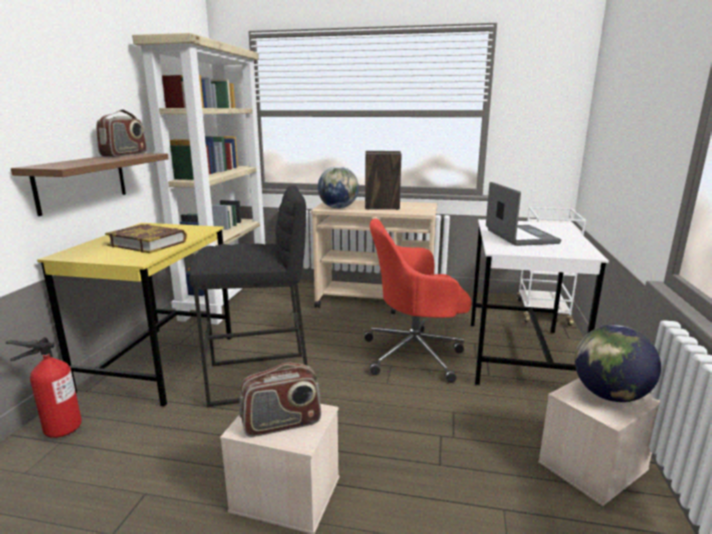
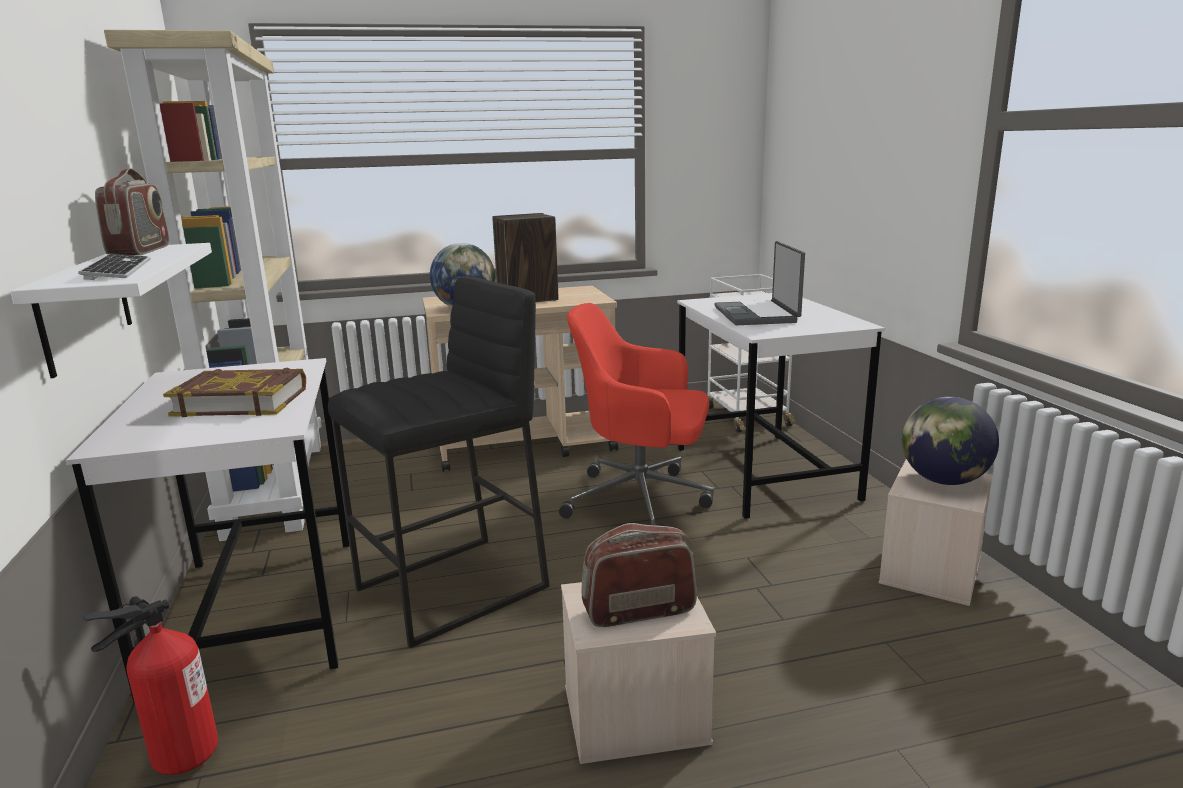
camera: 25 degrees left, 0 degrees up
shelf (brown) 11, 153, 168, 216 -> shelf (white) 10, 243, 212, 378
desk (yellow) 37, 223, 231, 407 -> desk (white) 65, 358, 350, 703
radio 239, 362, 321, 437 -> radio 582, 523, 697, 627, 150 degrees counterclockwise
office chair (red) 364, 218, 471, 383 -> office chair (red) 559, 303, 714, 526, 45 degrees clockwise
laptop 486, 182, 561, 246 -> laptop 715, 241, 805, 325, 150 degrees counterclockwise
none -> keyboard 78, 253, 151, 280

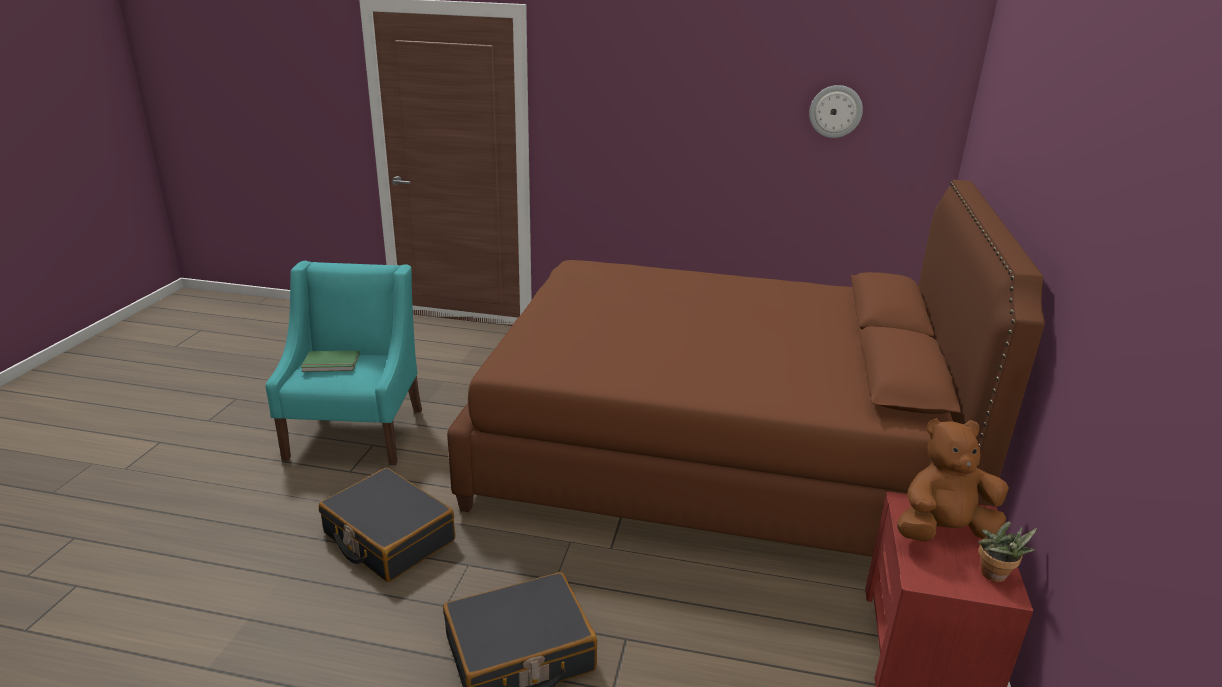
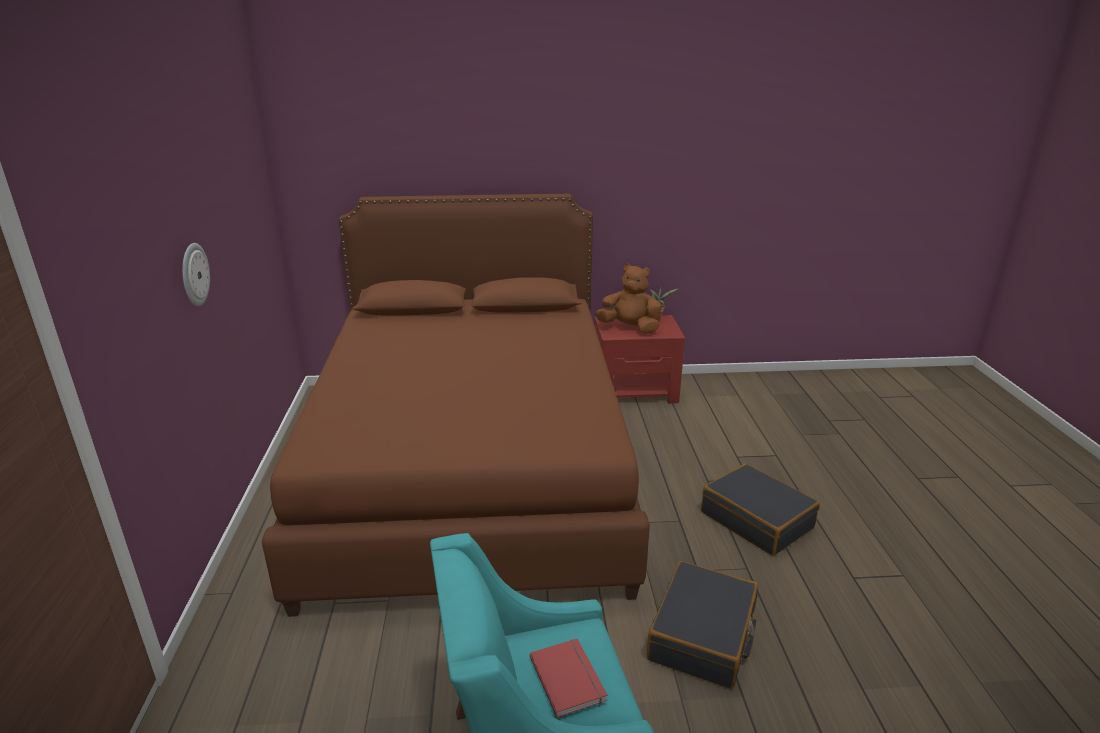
camera: 105 degrees left, 0 degrees up
book (green) 301, 351, 360, 372 -> book (red) 530, 639, 608, 718
wall clock 809, 85, 863, 138 -> wall clock 182, 243, 210, 306, move
plush toy (brown) 897, 418, 1009, 542 -> plush toy (brown) 595, 263, 662, 334, 135 degrees clockwise

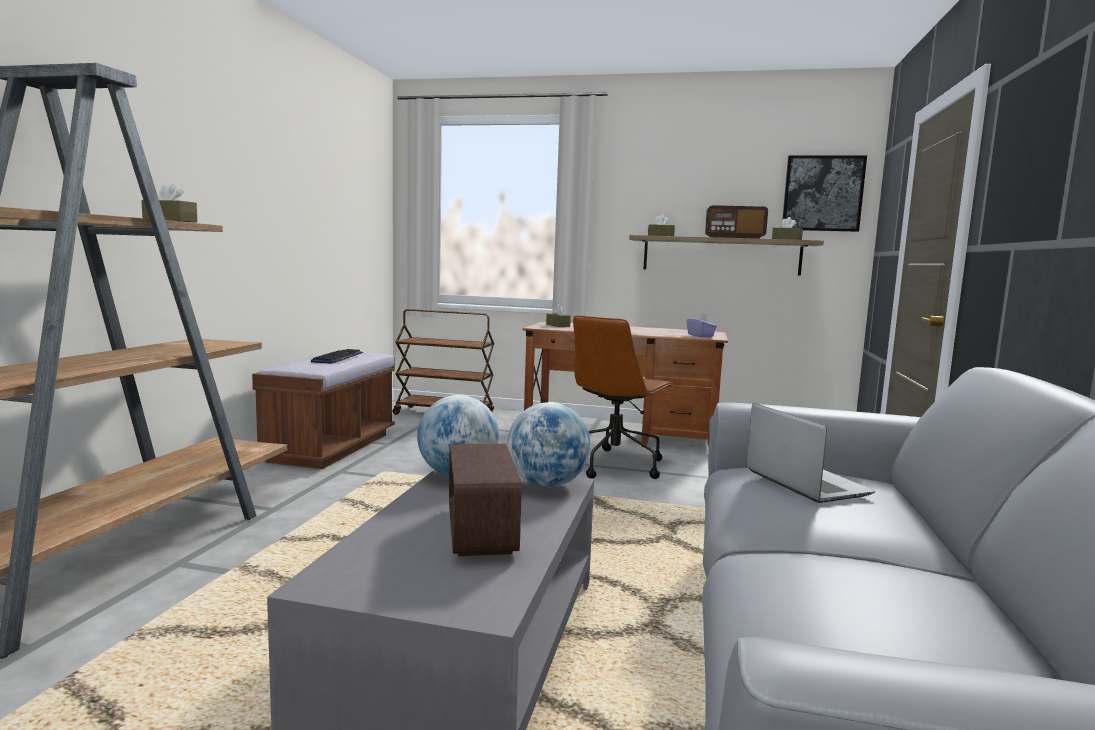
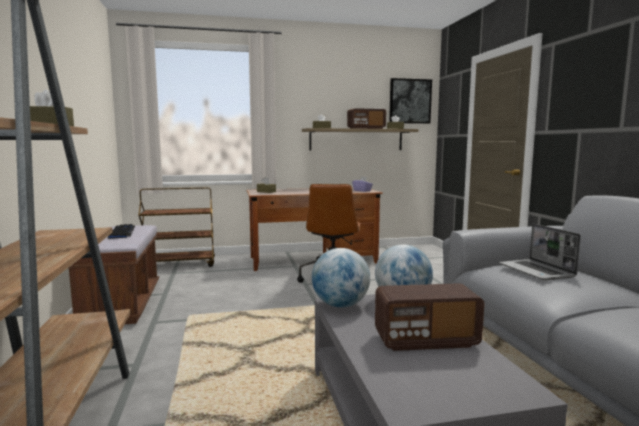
camera: 25 degrees left, 0 degrees up
radio 449, 444, 522, 556 -> radio 375, 283, 484, 351, 60 degrees counterclockwise
laptop 747, 403, 875, 503 -> laptop 499, 224, 581, 280, 150 degrees counterclockwise

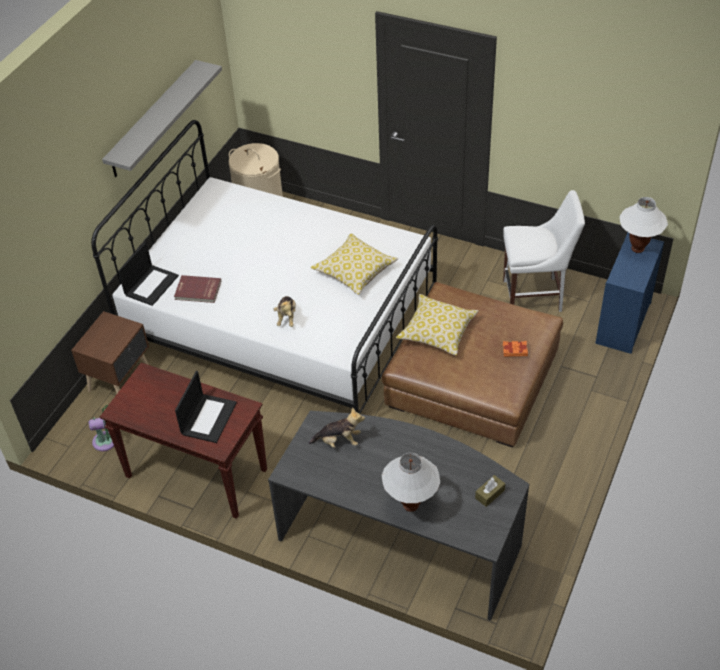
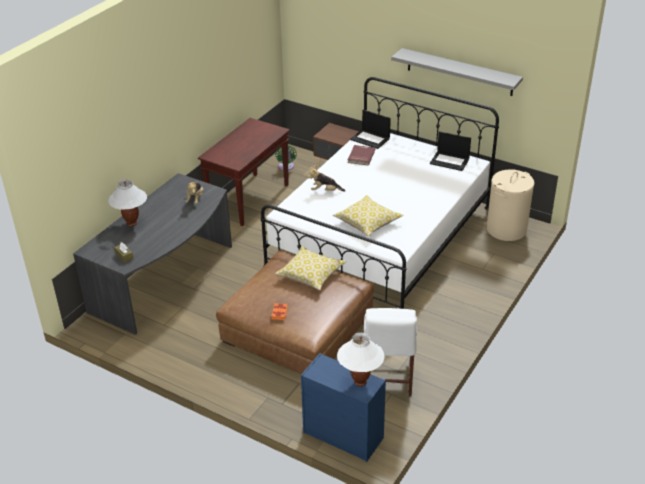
camera: 95 degrees right, 10 degrees down
laptop 175, 371, 237, 443 -> laptop 430, 131, 471, 171, move

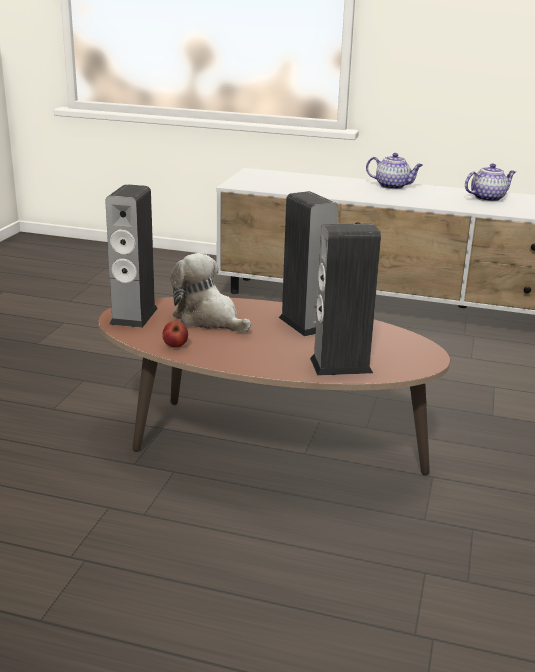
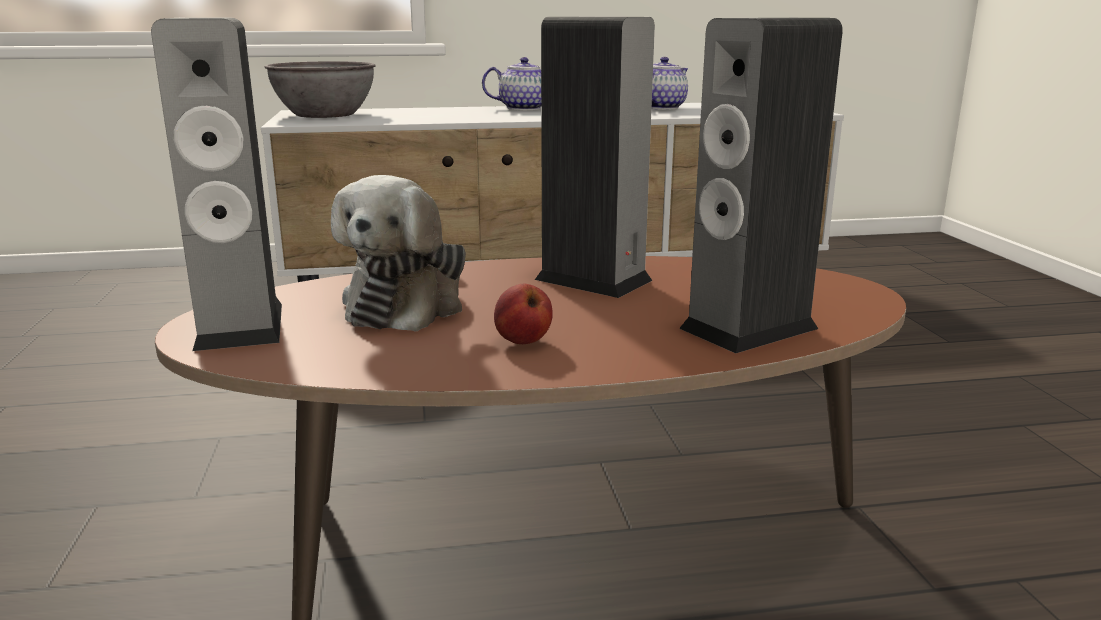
camera: 25 degrees left, 5 degrees down
apple 162, 321, 188, 348 -> apple 494, 284, 553, 344, move
plush toy 170, 253, 251, 333 -> plush toy 331, 175, 466, 332, 90 degrees counterclockwise
none -> bowl (grey) 265, 61, 376, 118

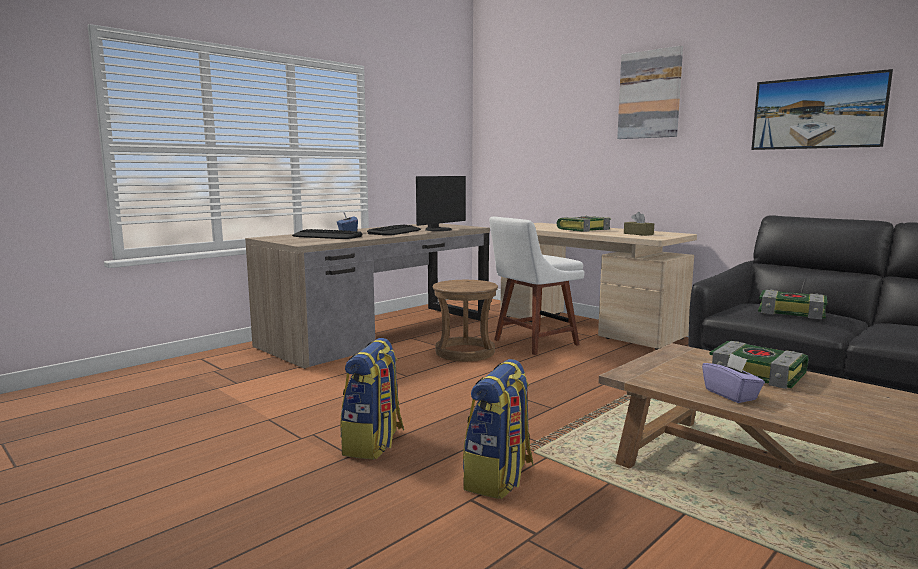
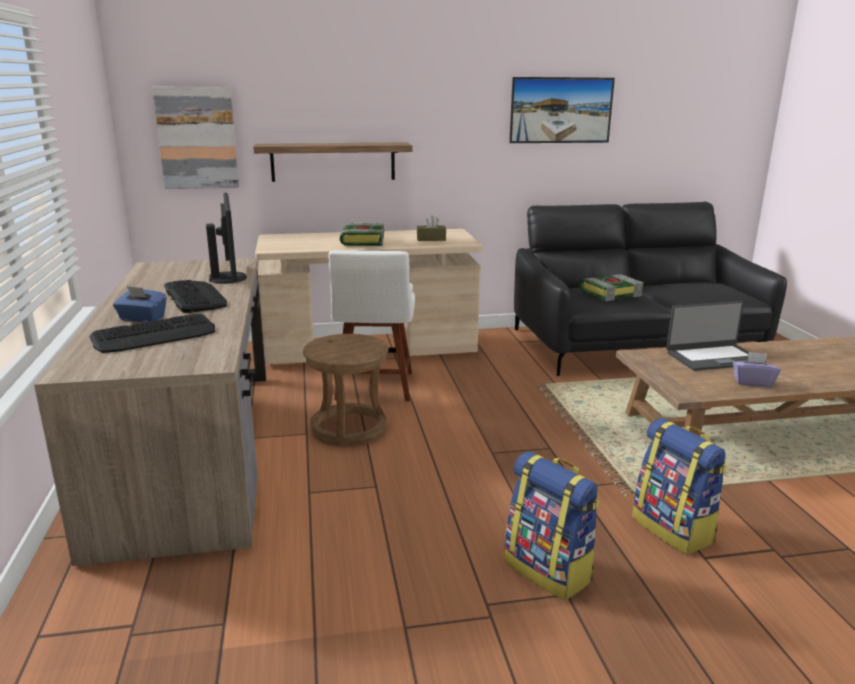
camera: 55 degrees left, 10 degrees up
picture 617, 46, 683, 139 -> picture 152, 87, 239, 189, move
book 709, 341, 808, 389 -> laptop 666, 301, 766, 371
none -> shelf 253, 143, 413, 182

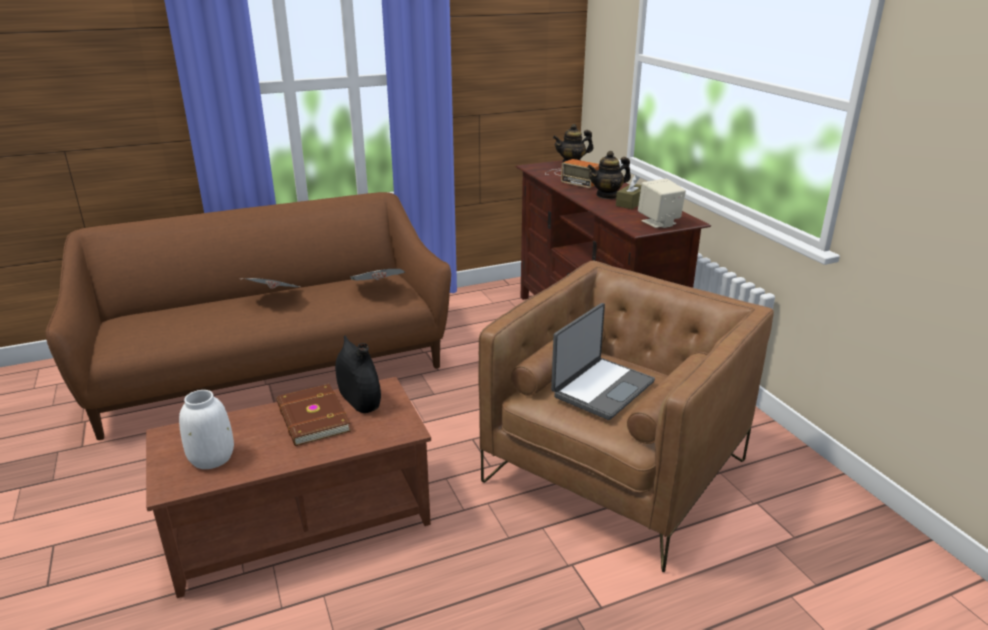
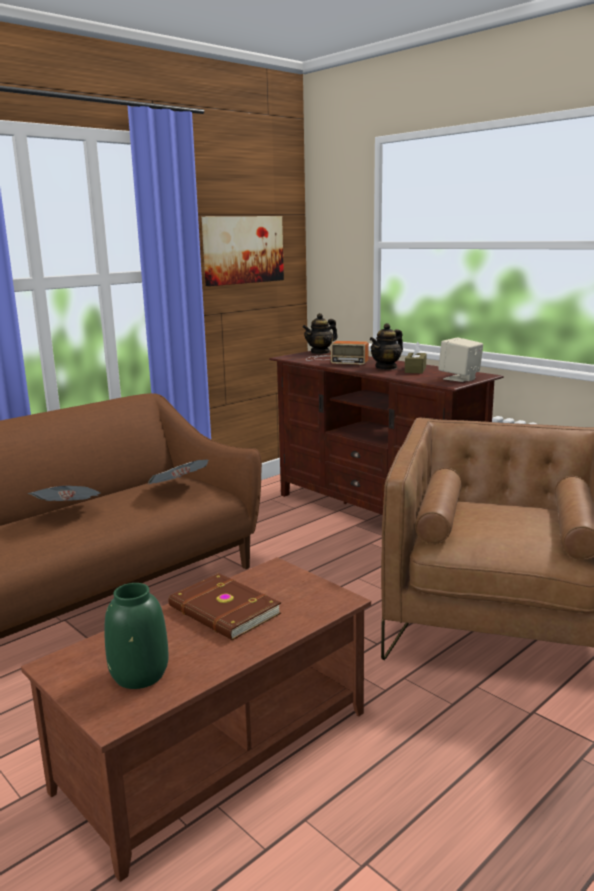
camera: 20 degrees left, 10 degrees down
vase (white) 179, 390, 234, 469 -> vase (green) 104, 583, 169, 689
vase (black) 335, 336, 381, 413 -> none
laptop 551, 303, 655, 420 -> none
none -> picture 202, 216, 284, 286

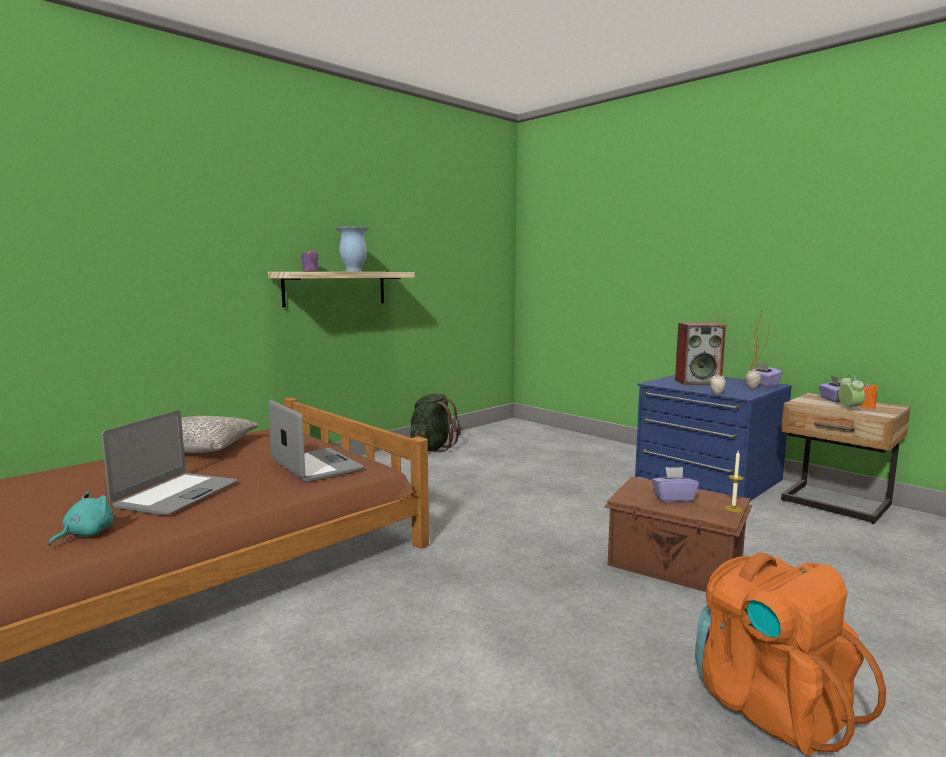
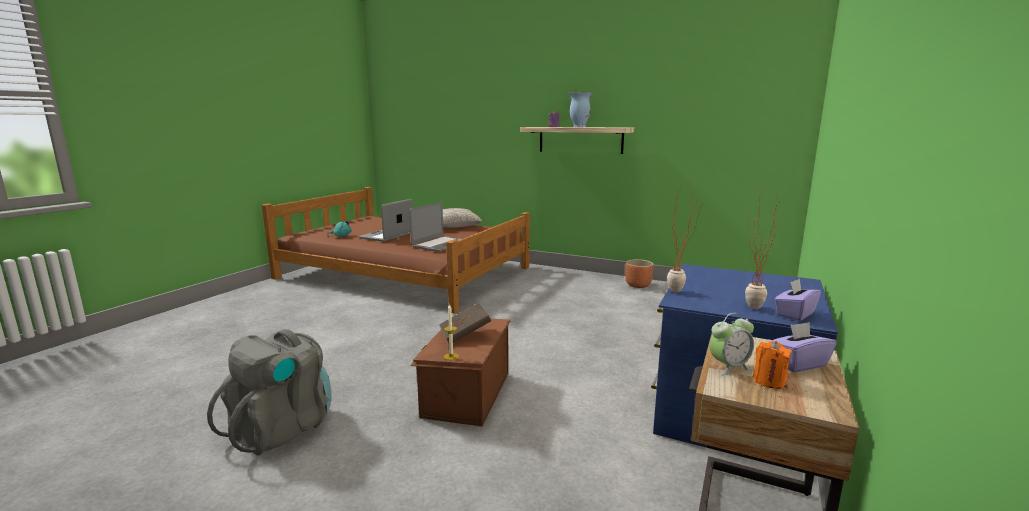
camera: 70 degrees right, 5 degrees up
laptop 102, 410, 238, 515 -> laptop 358, 199, 413, 242, 120 degrees clockwise
backpack (green) 410, 394, 461, 452 -> planter (brown) 625, 259, 654, 288
tissue box (purple) 652, 467, 699, 502 -> book (brown) 439, 303, 491, 343
speaker 675, 323, 726, 385 -> none
backpack (orange) 695, 553, 886, 756 -> backpack (grey) 207, 329, 332, 456

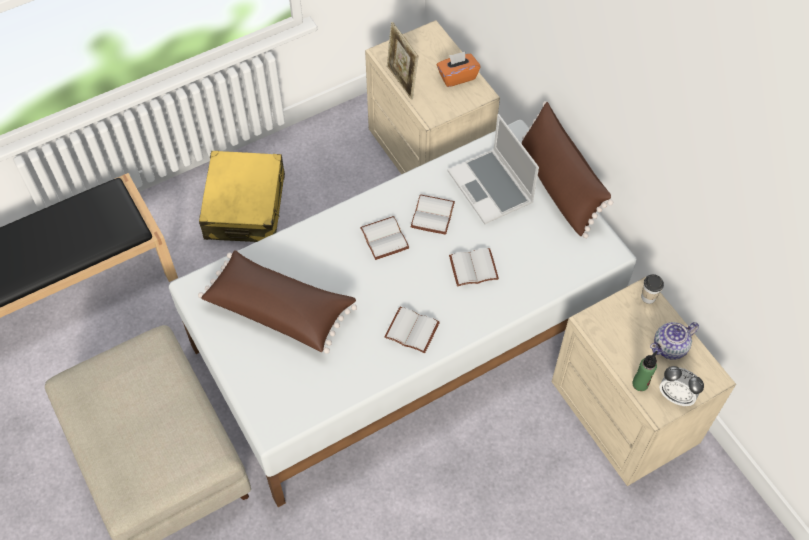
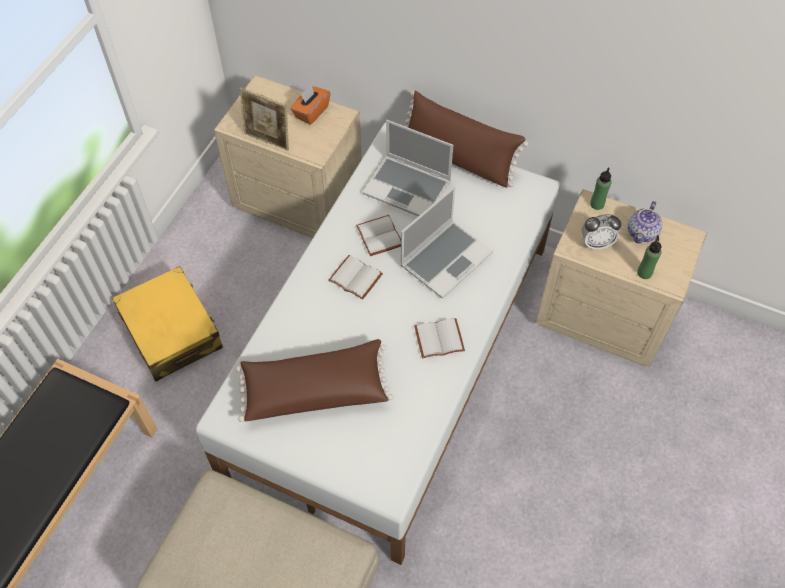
camera: 35 degrees left, 0 degrees up
book (white) 449, 248, 499, 286 -> laptop 400, 186, 493, 299
cup 641, 274, 664, 304 -> bottle (green) 590, 168, 611, 210
alarm clock 659, 366, 704, 406 -> alarm clock 582, 215, 621, 249, move

